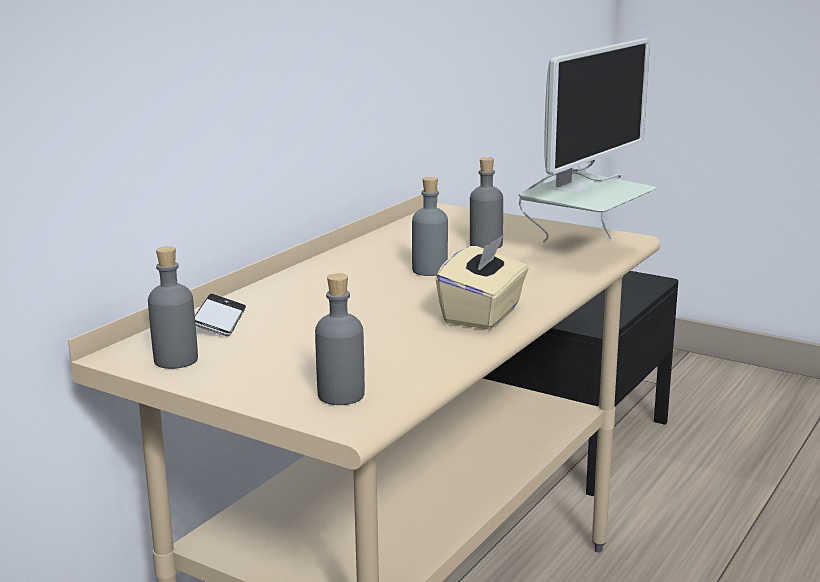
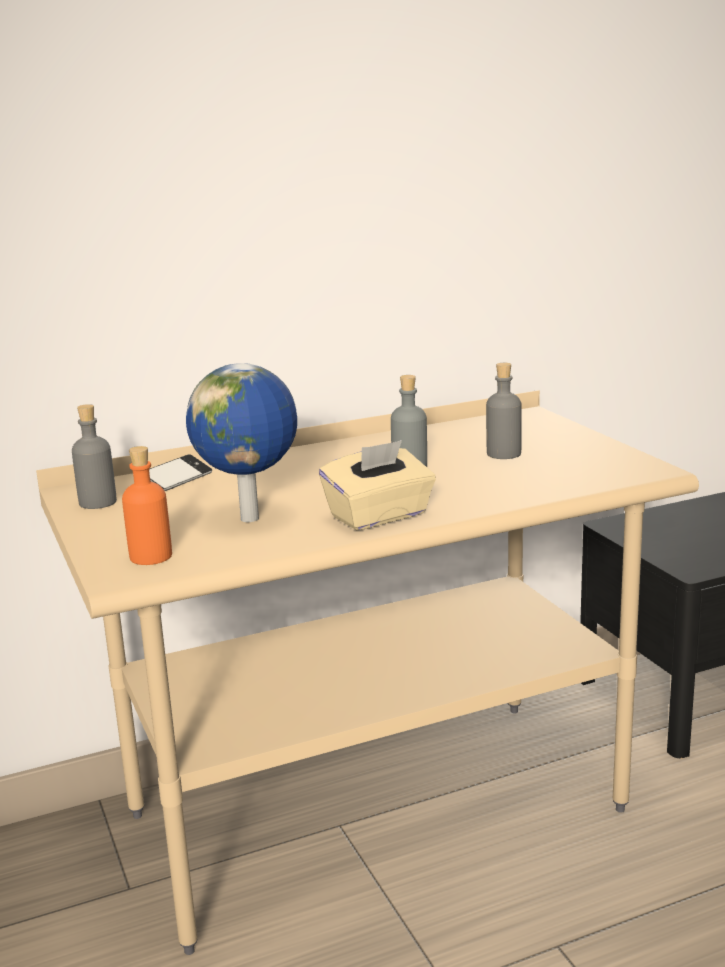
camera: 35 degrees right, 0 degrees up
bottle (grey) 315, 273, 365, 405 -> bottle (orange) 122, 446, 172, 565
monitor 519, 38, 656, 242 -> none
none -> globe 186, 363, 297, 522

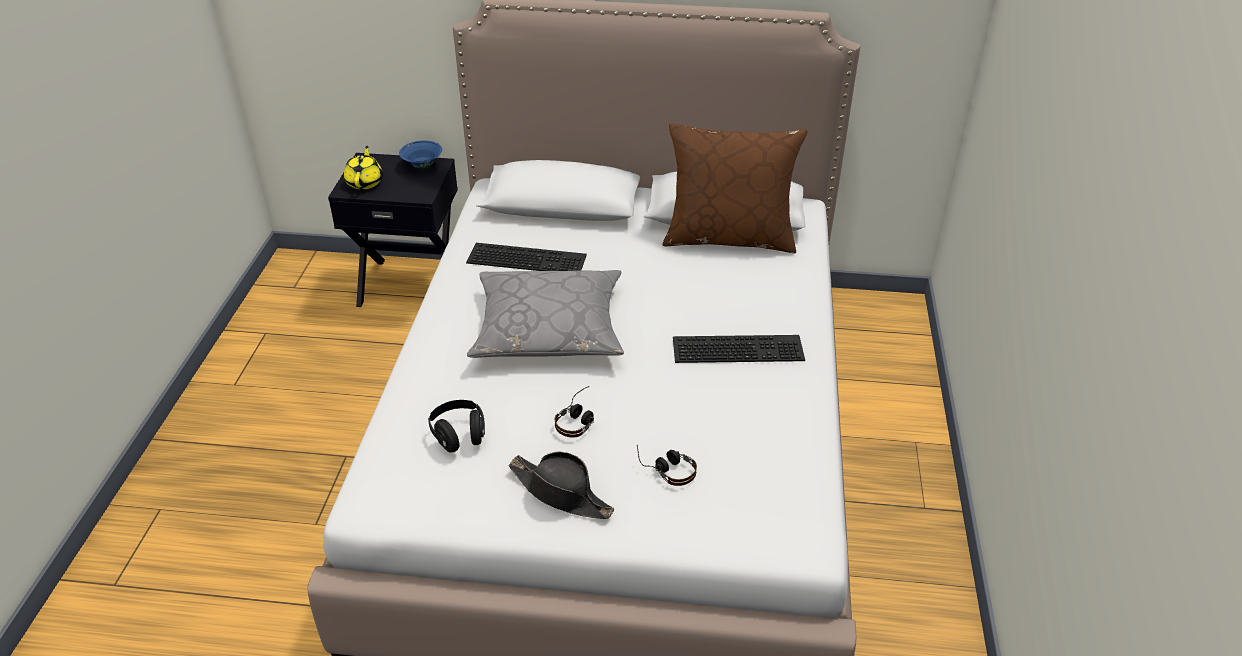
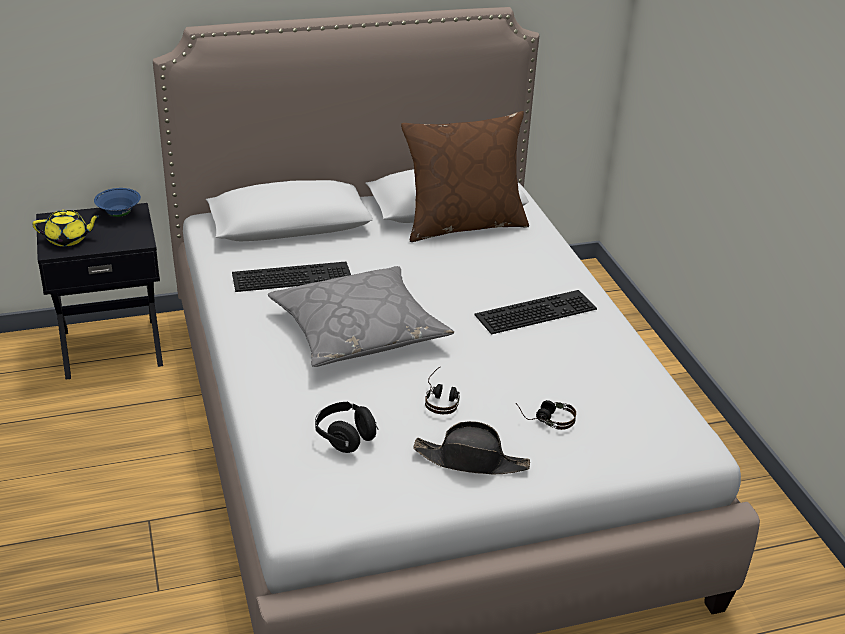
camera: 25 degrees left, 5 degrees down
teapot (yellow) 344, 146, 383, 190 -> teapot (yellow) 32, 210, 100, 246, 105 degrees clockwise

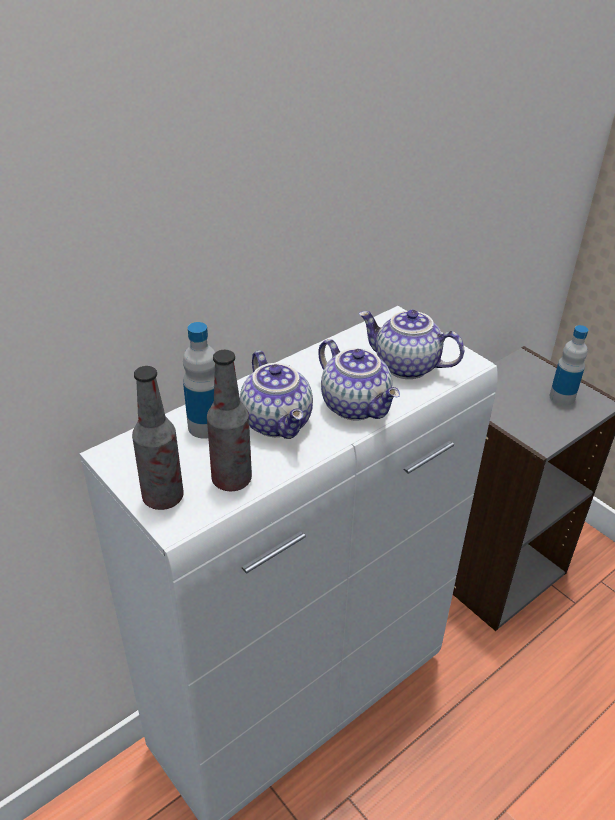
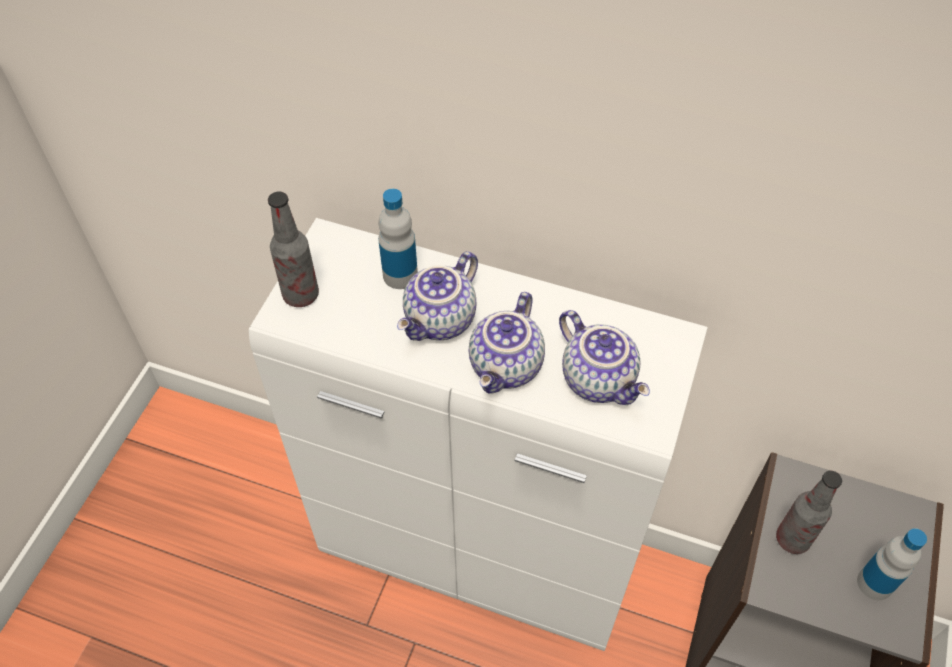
camera: 60 degrees right, 15 degrees up
bottle 207, 350, 252, 491 -> bottle 776, 471, 842, 554, move
teapot 359, 310, 464, 379 -> teapot 559, 310, 650, 405, 150 degrees clockwise

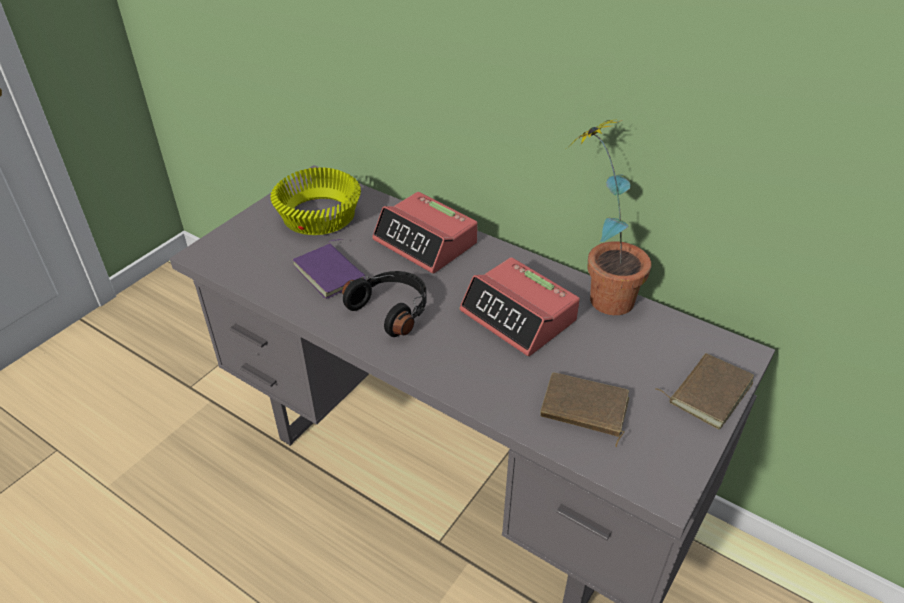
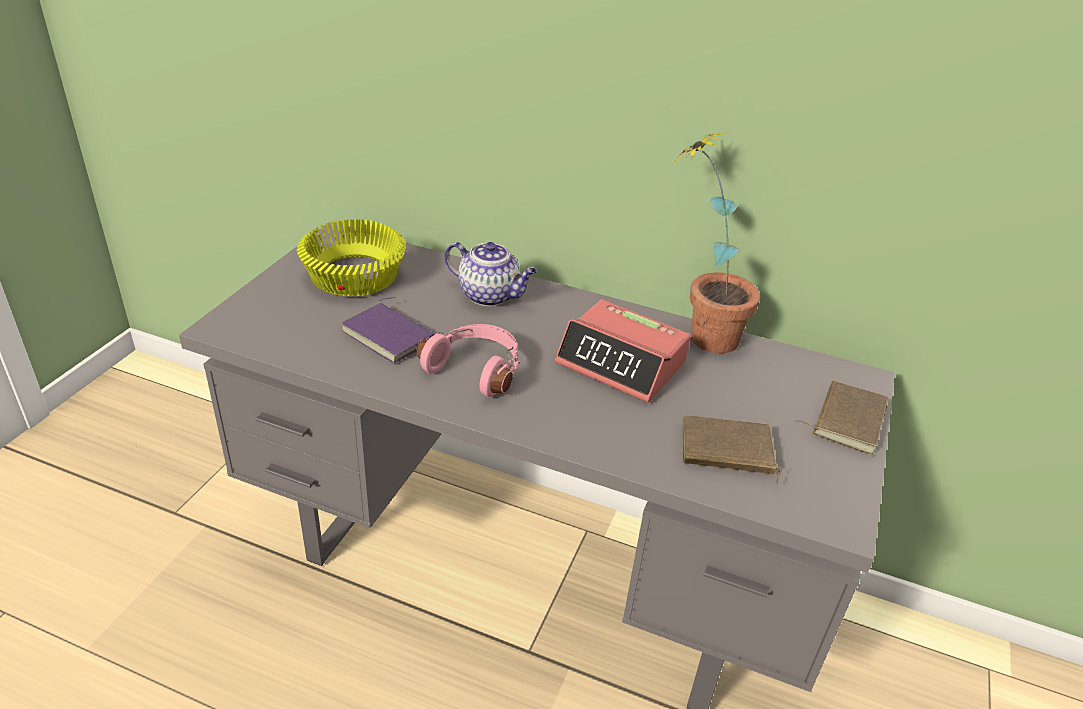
camera: 15 degrees left, 5 degrees down
headphones (black) 342, 271, 427, 337 -> headphones (pink) 416, 324, 520, 397
alarm clock 372, 192, 478, 273 -> teapot 445, 242, 537, 306

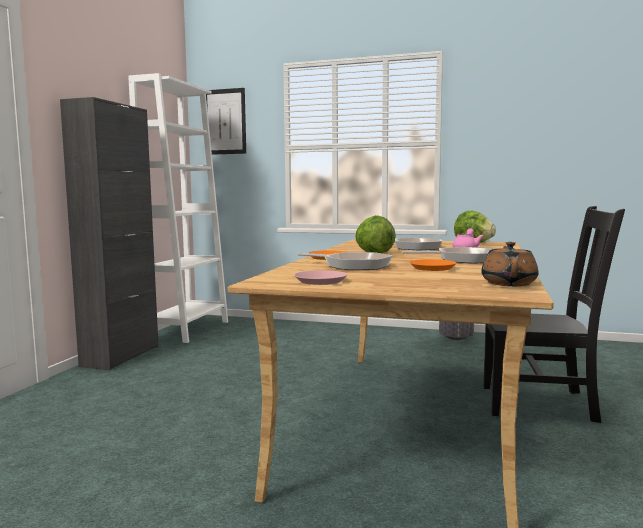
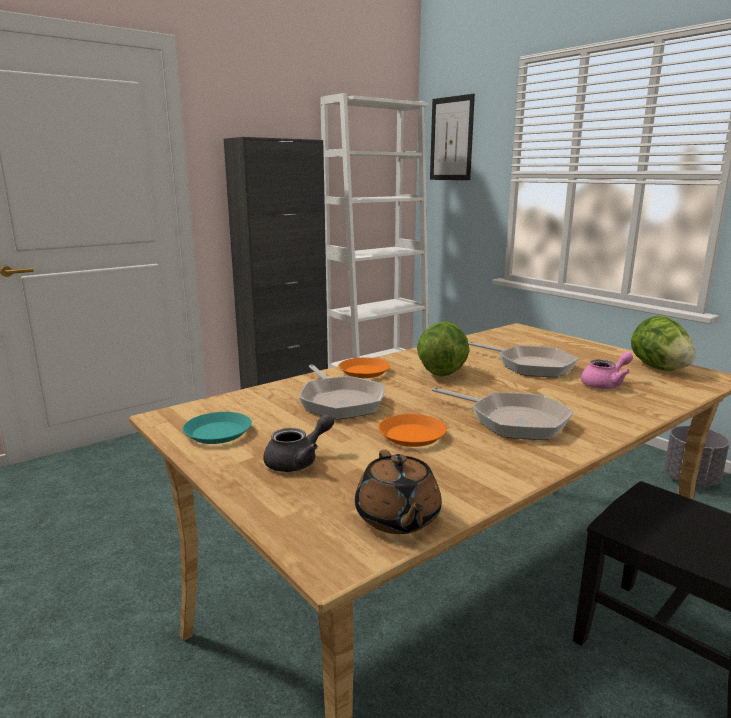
camera: 35 degrees right, 10 degrees up
plate (pink) 294, 270, 347, 285 -> plate (turquoise) 183, 412, 252, 444
teapot (brown) 481, 242, 538, 286 -> teapot (brown) 355, 450, 442, 534, 120 degrees clockwise
none -> teapot (grey) 264, 414, 334, 472

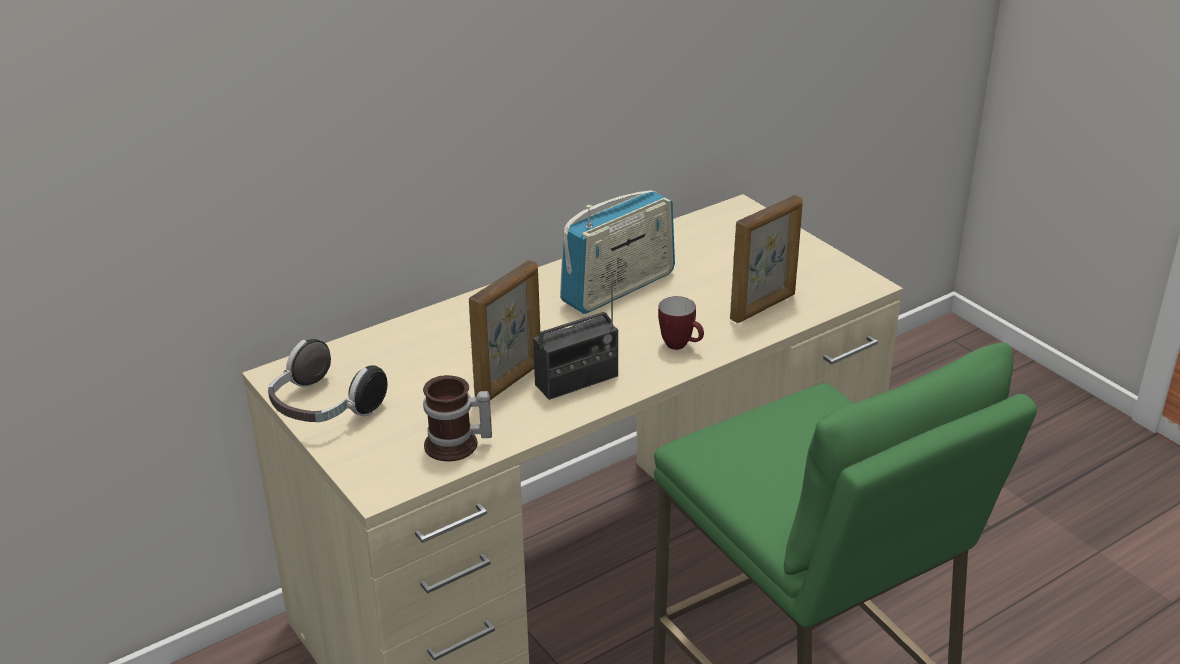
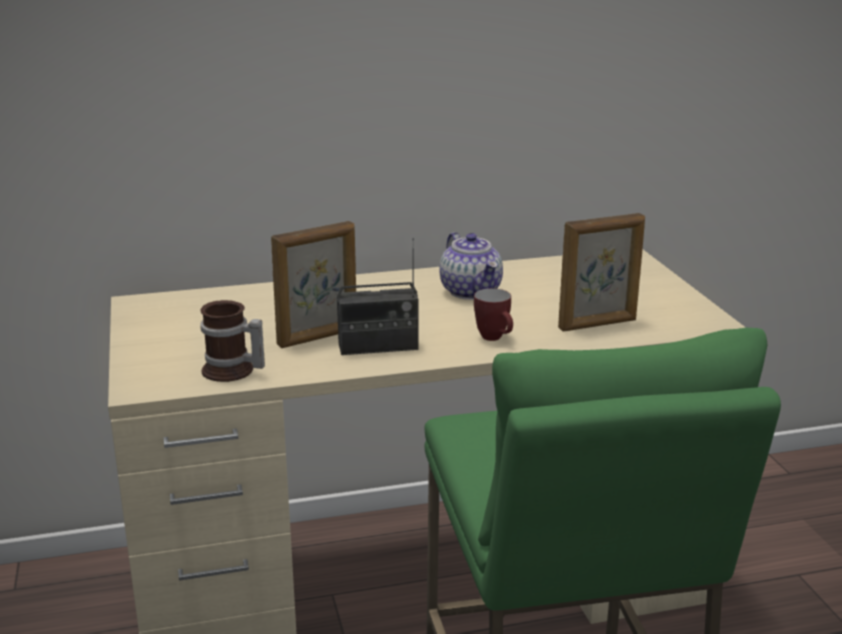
camera: 20 degrees right, 10 degrees down
headphones 268, 339, 388, 422 -> none
radio 560, 190, 675, 314 -> teapot 439, 232, 503, 300

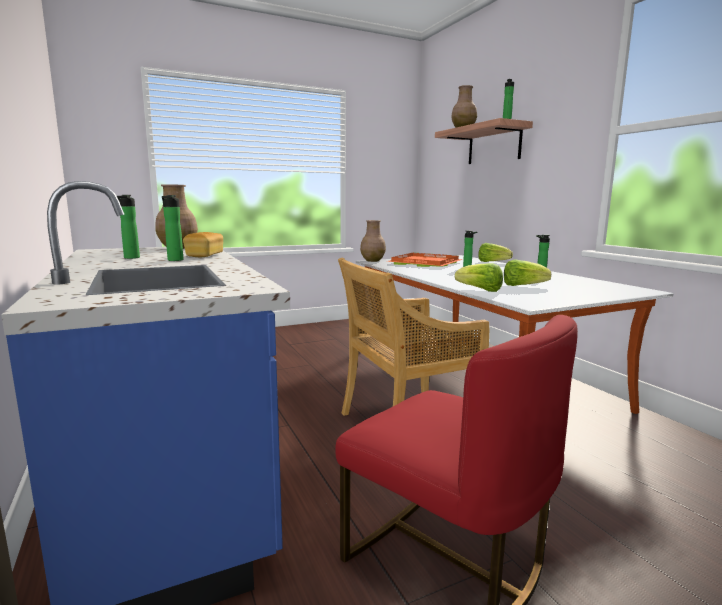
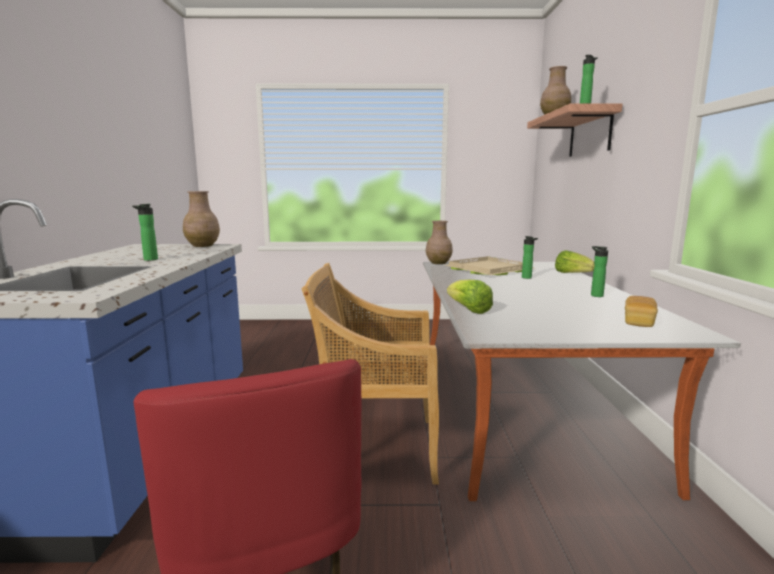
camera: 25 degrees right, 0 degrees up
bottle 117, 195, 140, 259 -> none
bread 183, 232, 223, 257 -> bread 625, 296, 658, 327, move
tray (orange) 388, 253, 463, 267 -> tray (beige) 445, 256, 534, 275
lettuce 504, 259, 551, 286 -> none

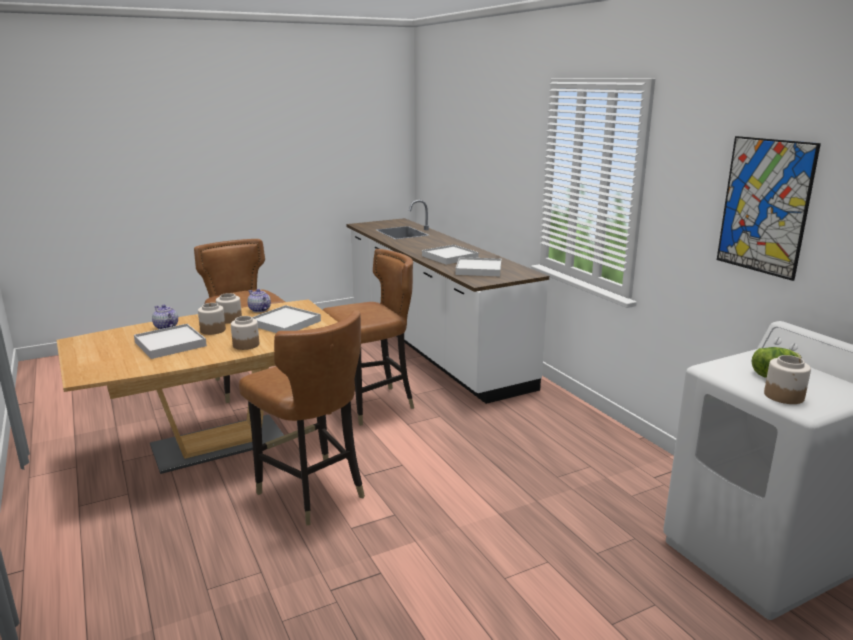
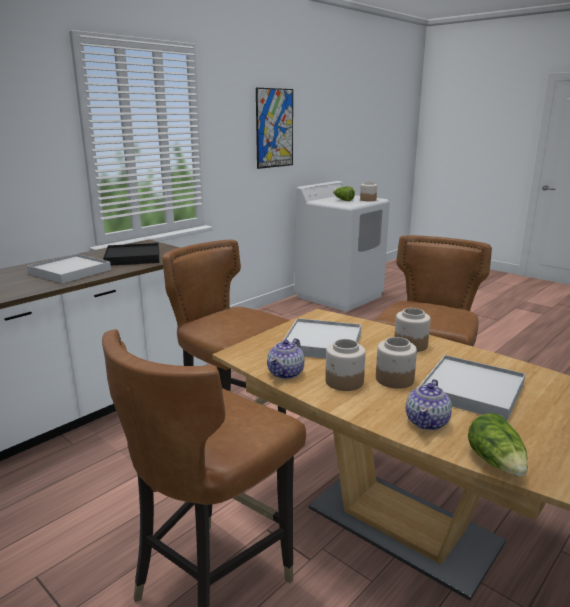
camera: 110 degrees left, 0 degrees up
tray (white) 455, 257, 501, 276 -> tray (black) 103, 243, 159, 266
none -> lettuce 468, 413, 528, 477

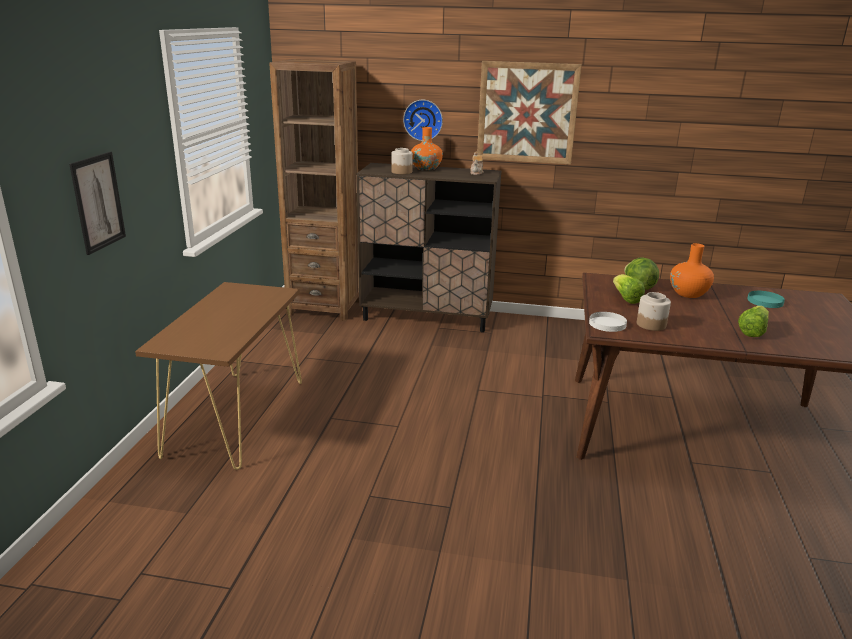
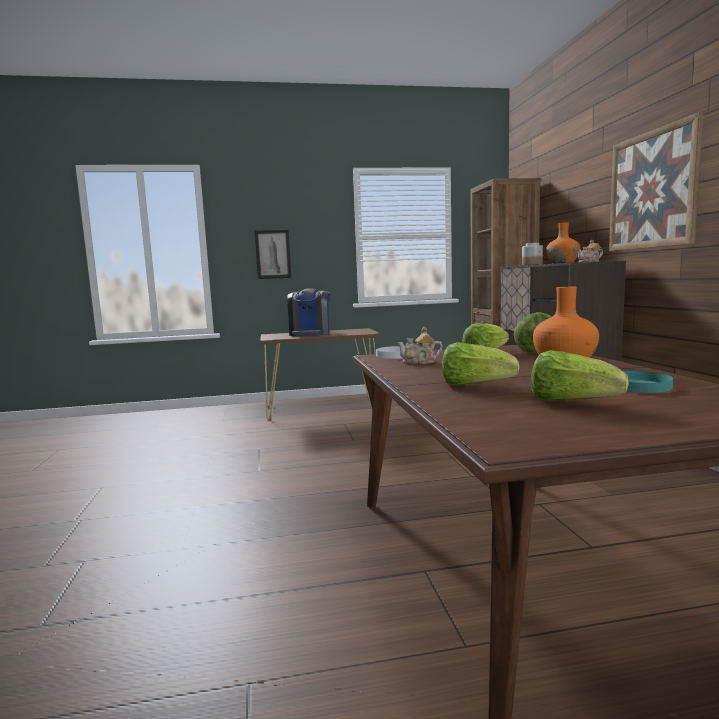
camera: 70 degrees right, 15 degrees down
wall clock 403, 100, 443, 141 -> none
jar 637, 292, 671, 331 -> teapot 397, 327, 443, 364
none -> coffee machine 287, 288, 330, 336
none -> lettuce 531, 350, 629, 401

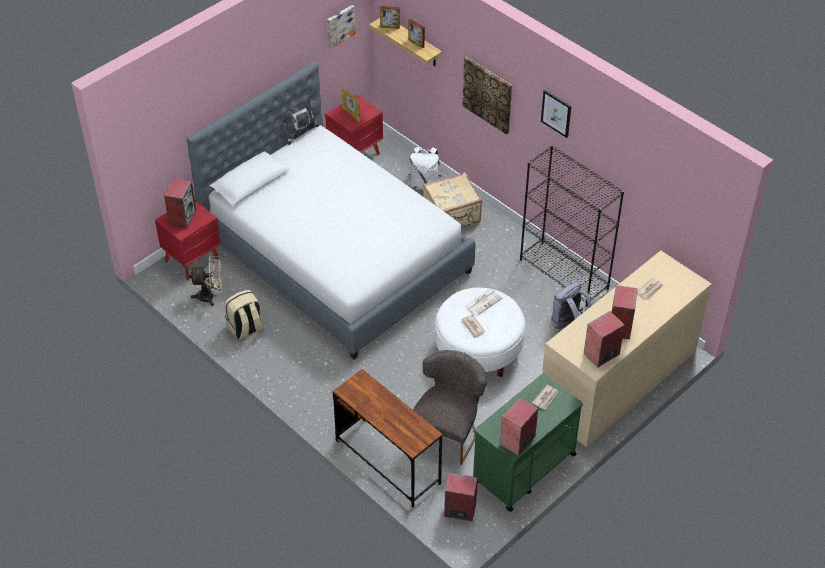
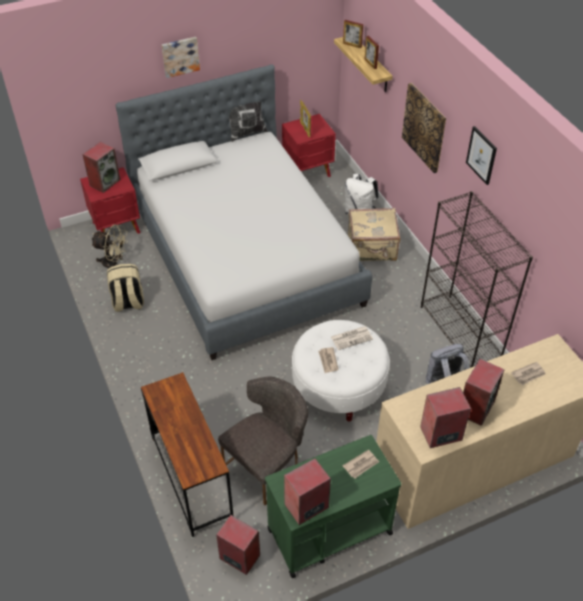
camera: 20 degrees right, 0 degrees up
picture 327, 5, 356, 48 -> picture 162, 37, 200, 78, move

